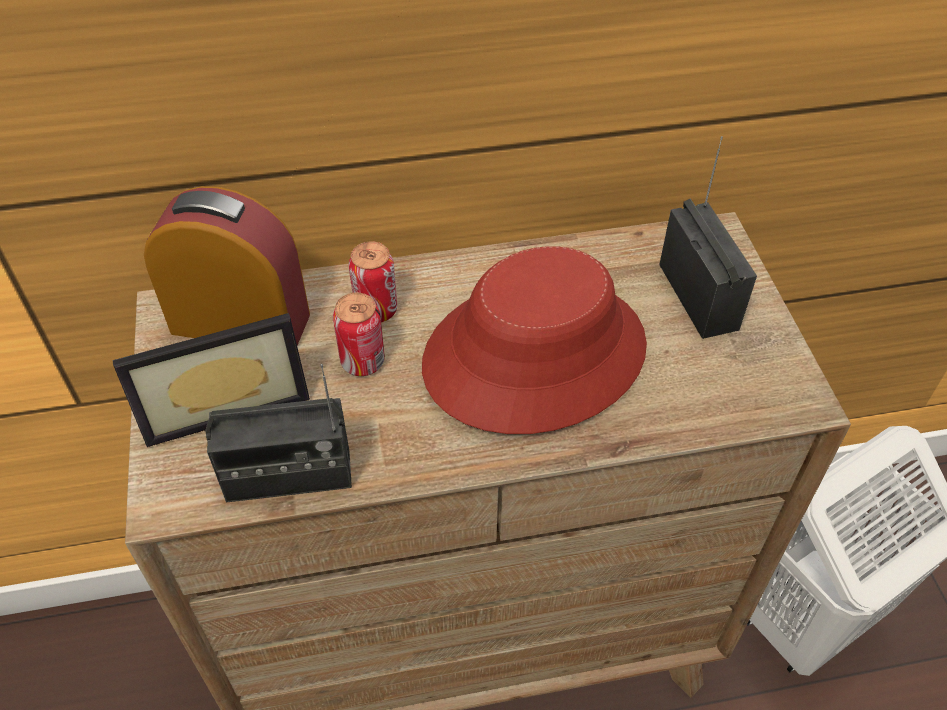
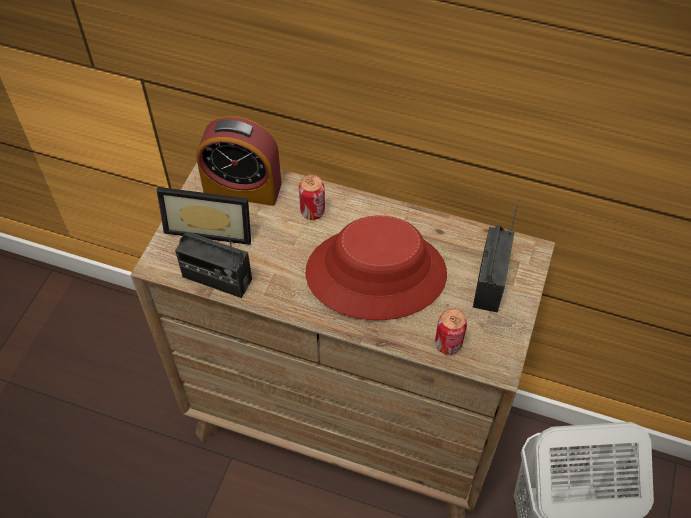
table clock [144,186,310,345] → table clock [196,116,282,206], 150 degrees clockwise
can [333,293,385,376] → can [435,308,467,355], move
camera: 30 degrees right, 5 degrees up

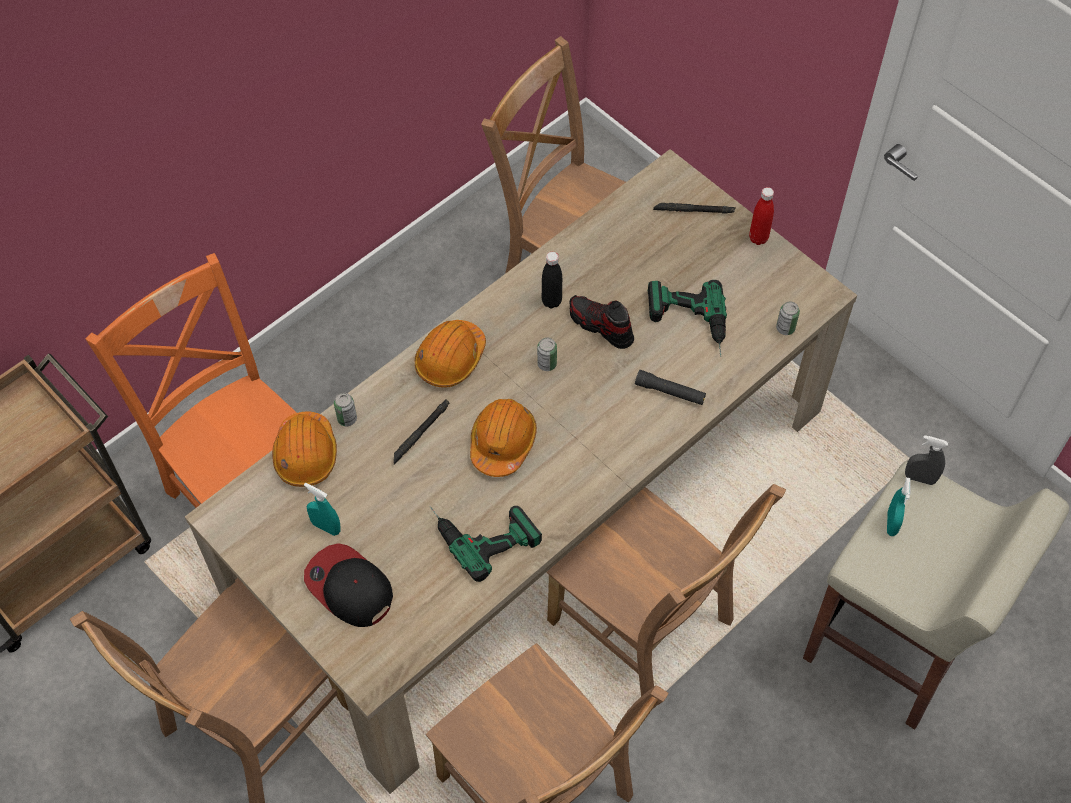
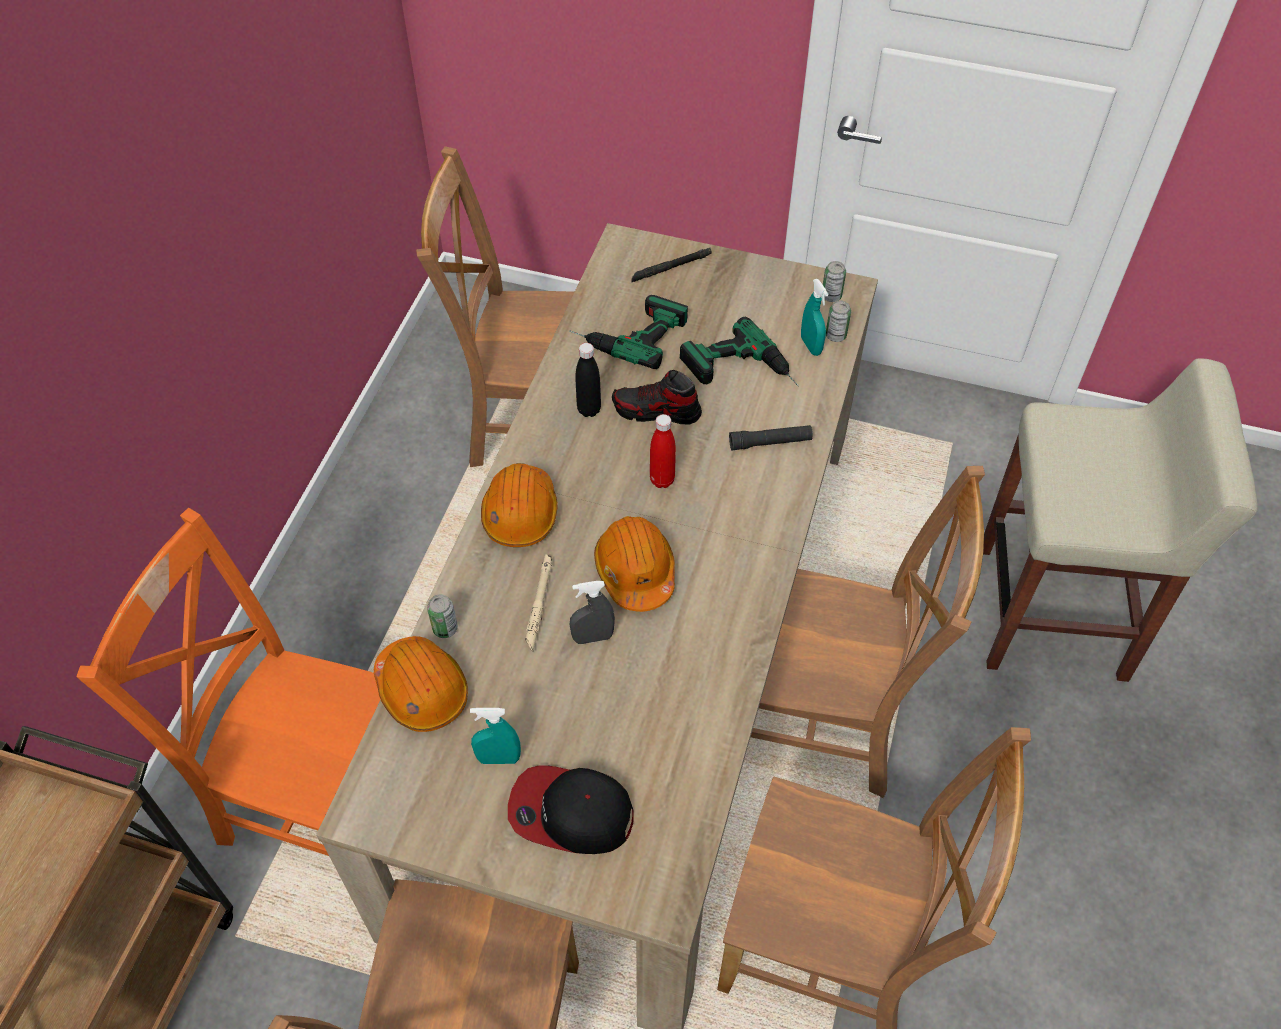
hand torch in black [394,399,450,465] → hand torch in beige-coloured [525,554,552,652]
drill [429,506,542,582] → drill [569,295,688,369], move
sprayer in greyish [905,435,948,485] → sprayer in greyish [570,581,615,644], move
beverage bottle in red-coloured [749,187,774,245] → beverage bottle in red-coloured [650,414,676,488], move
sprayer in turquoise-coloured [887,478,911,536] → sprayer in turquoise-coloured [801,279,828,356], move
can [537,337,557,371] → can [823,261,846,302], move
camera: 30 degrees left, 5 degrees down

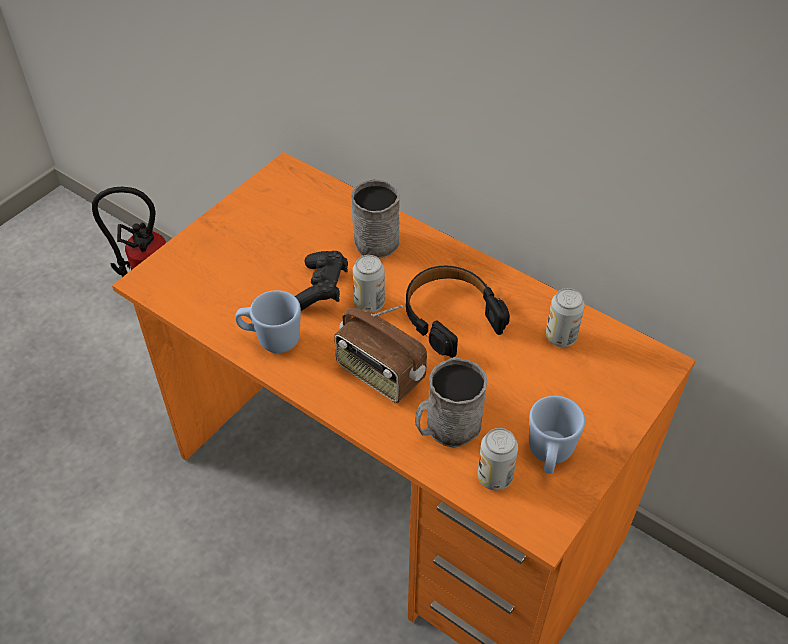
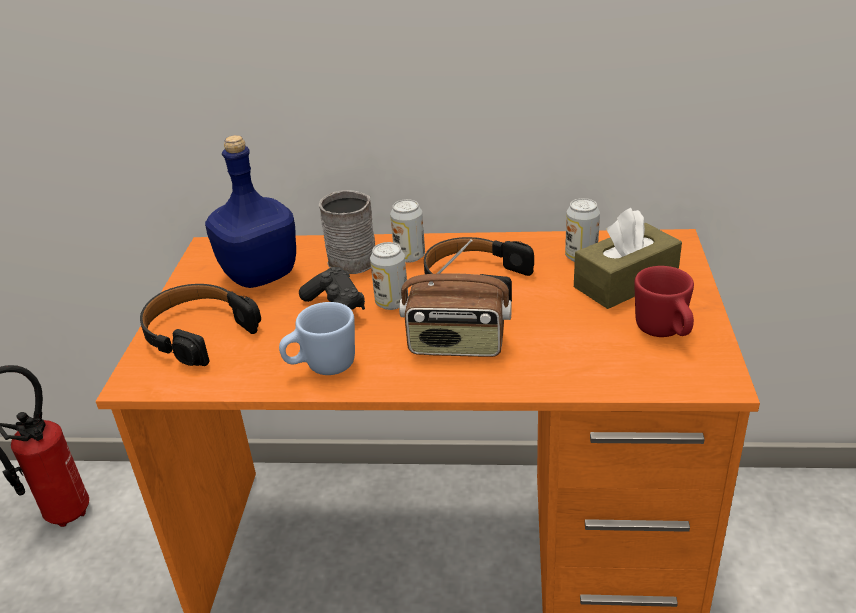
- → headphones in black [140,284,261,366]
- → beverage bottle in blue [205,135,296,288]
can [477,428,518,491] → can [390,199,425,263], move
- → box of tissues in brownish [574,208,682,309]
mug in blue [529,396,585,474] → mug in red-coloured [634,266,694,337]
mug in greyish [415,357,487,448] → -
camera: 30 degrees left, 15 degrees down

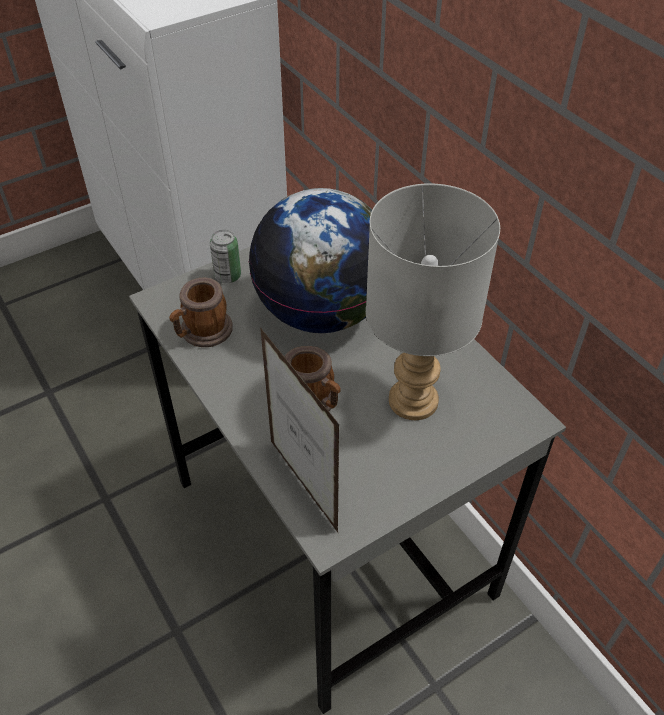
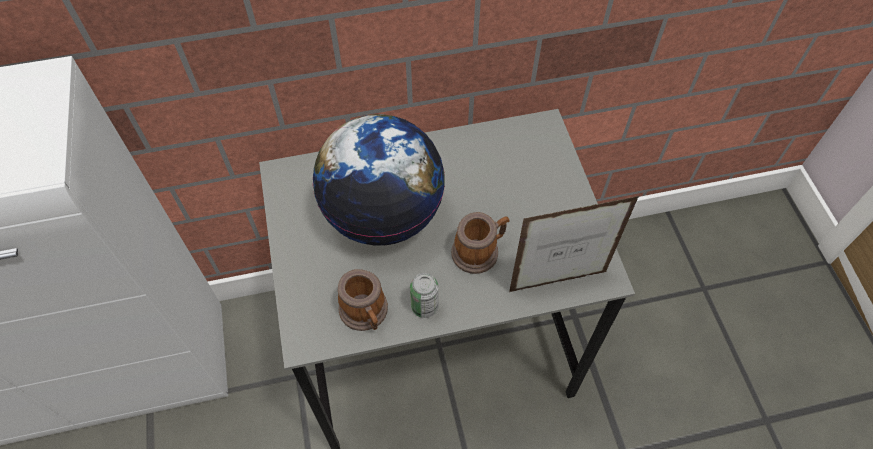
can [210,230,241,283] → can [410,273,439,318], move
table lamp in greyish [366,183,500,420] → -
camera: 70 degrees left, 10 degrees up

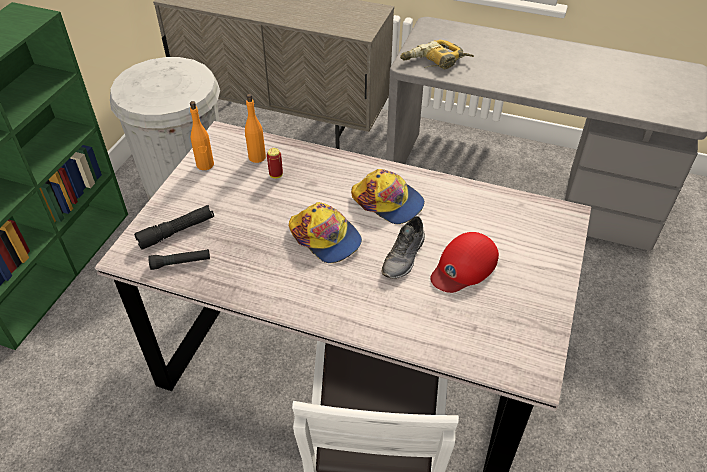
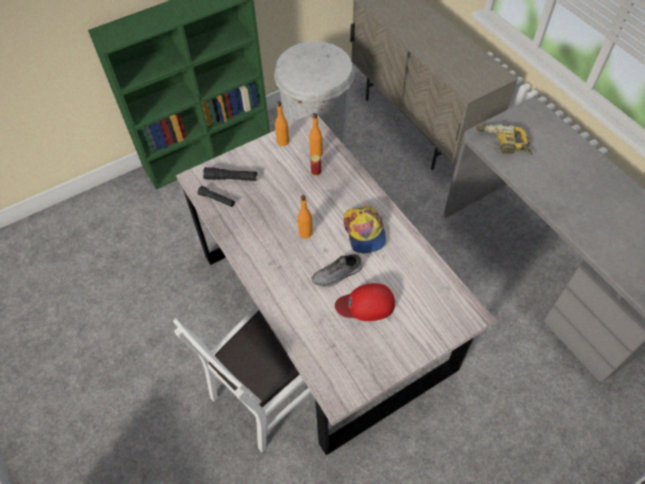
peaked cap [289,202,362,263] → beverage bottle in orange-coloured [297,195,313,239]
camera: 40 degrees right, 10 degrees up

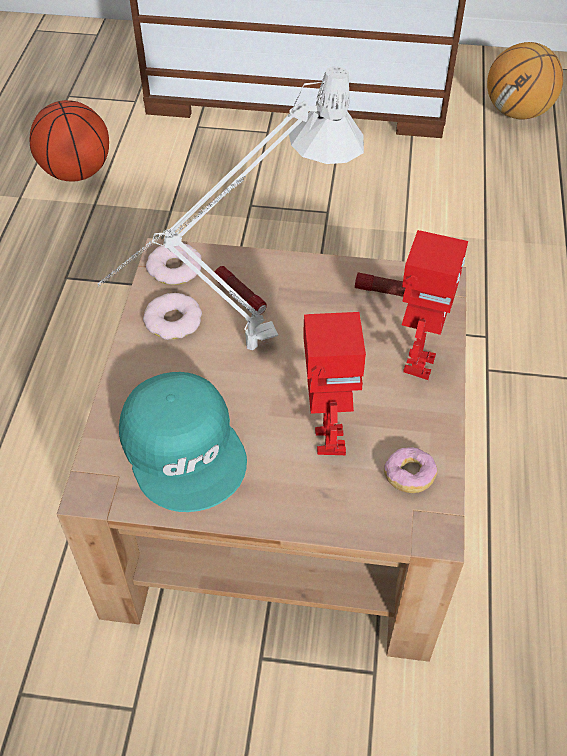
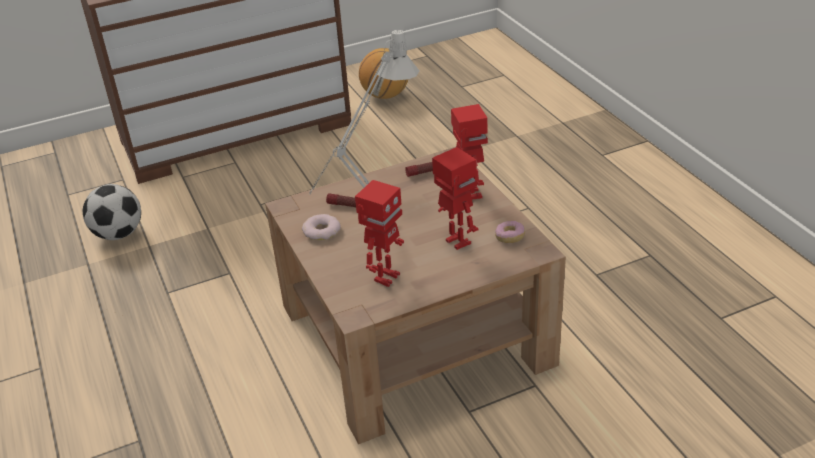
ball for basketball [30,100,109,182] → football ball [83,184,141,240]
peaked cap in turquoise-coloured [119,372,247,512] → robot figure [355,180,404,287]
doughnut [146,244,202,285] → -
camera: 30 degrees left, 15 degrees down

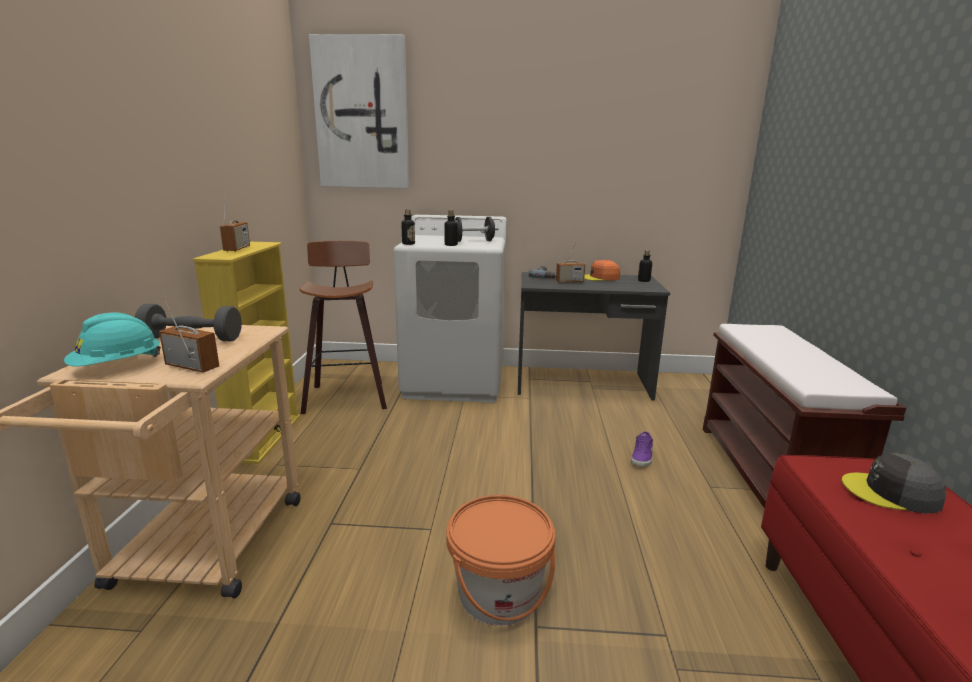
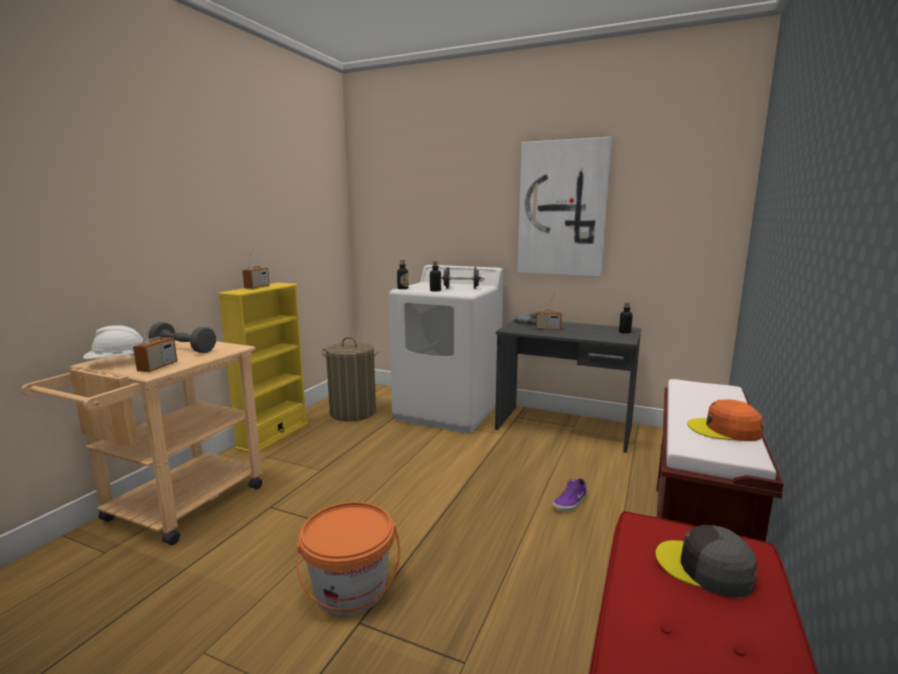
hard hat in turquoise-coloured [64,312,161,366] → hard hat in white-coloured [83,325,145,359]
radio set [159,293,219,373] → radio set [133,311,177,372], 60 degrees clockwise
stool [299,241,387,414] → washing basket [322,337,379,421]
wall art [309,34,409,188] → wall art [517,137,612,276], move
peaked cap in orange-coloured [584,260,620,281] → peaked cap in orange-coloured [687,399,764,441], move
camera: 20 degrees right, 5 degrees down

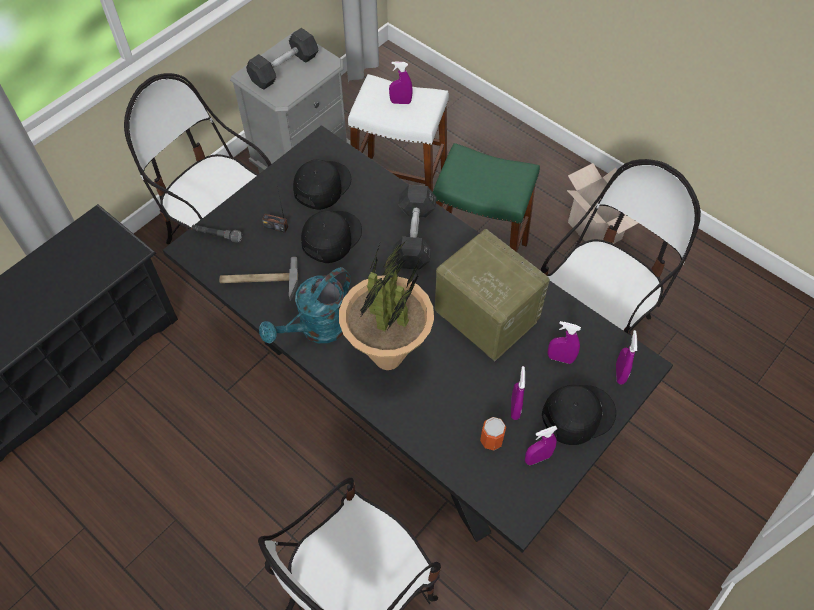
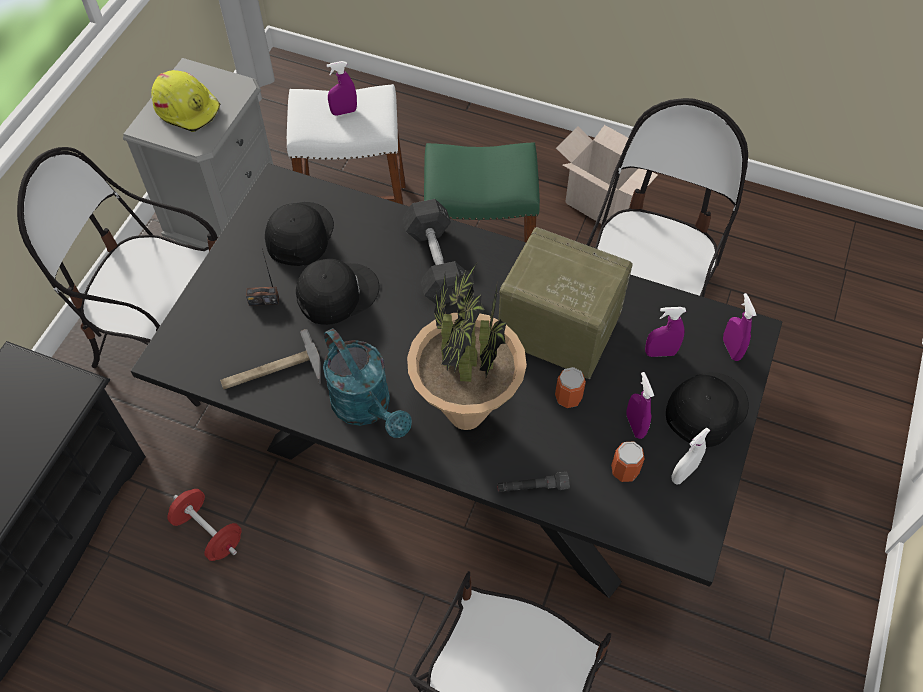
hand weight in greyish [246,28,318,90] → hard hat in yellowish [151,70,220,132]
- → hand weight in red-coloured [167,489,242,561]
peaked cap in black [301,211,362,263] → peaked cap in black [296,259,379,325], 45 degrees clockwise
sprinkling can in turquoise-coloured [259,267,351,343] → sprinkling can in turquoise-coloured [323,328,412,438], 60 degrees counterclockwise
hand torch in greyish [191,225,242,243] → hand torch in greyish [497,472,570,492], move
- → can [555,367,586,408]
sprayer in purple-coloured [525,426,557,465] → sprayer in white-coloured [671,428,710,484]
camera: 20 degrees left, 0 degrees up

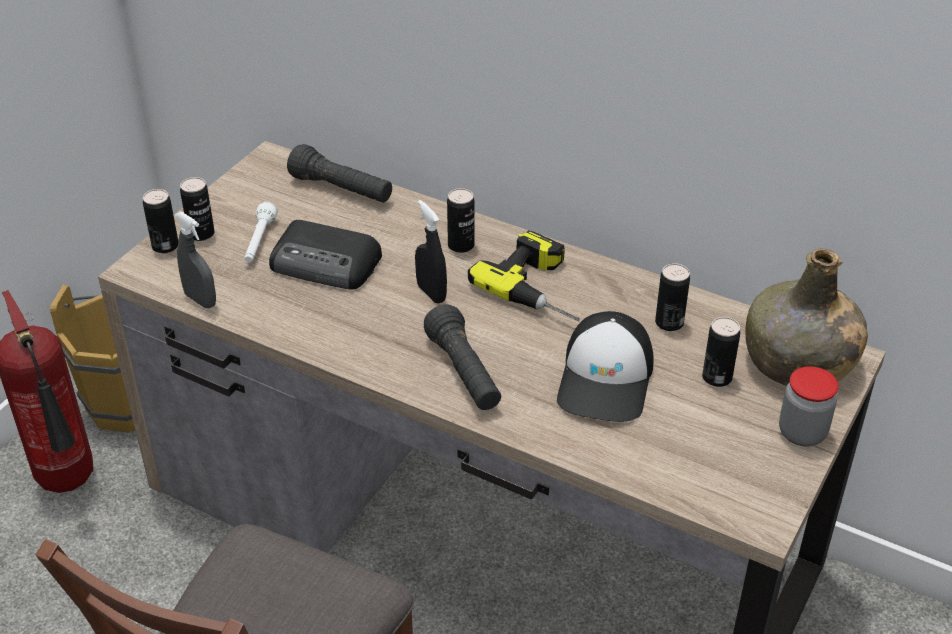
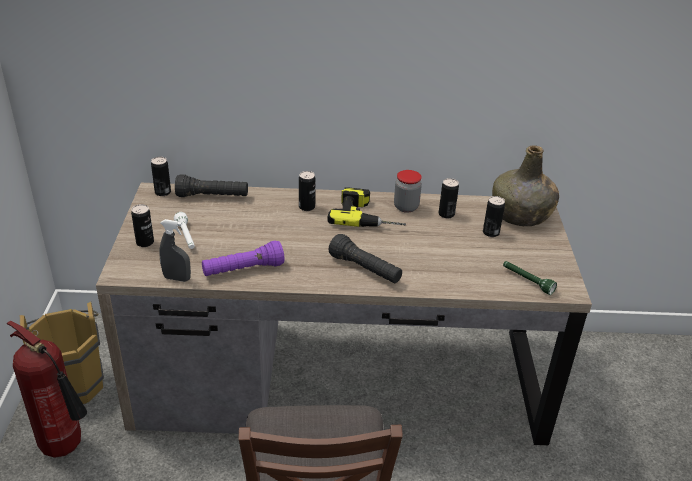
can [143,189,178,253] → can [151,157,171,196], move
- → hand torch in purple-coloured [202,240,284,276]
preserve jar [779,366,839,447] → preserve jar [394,170,422,213], move
- → hand torch in green [503,261,557,295]
radio set [269,220,382,290] → -
sprayer in black [415,200,447,303] → -
peaked cap [557,311,654,422] → -
camera: 30 degrees left, 5 degrees down

